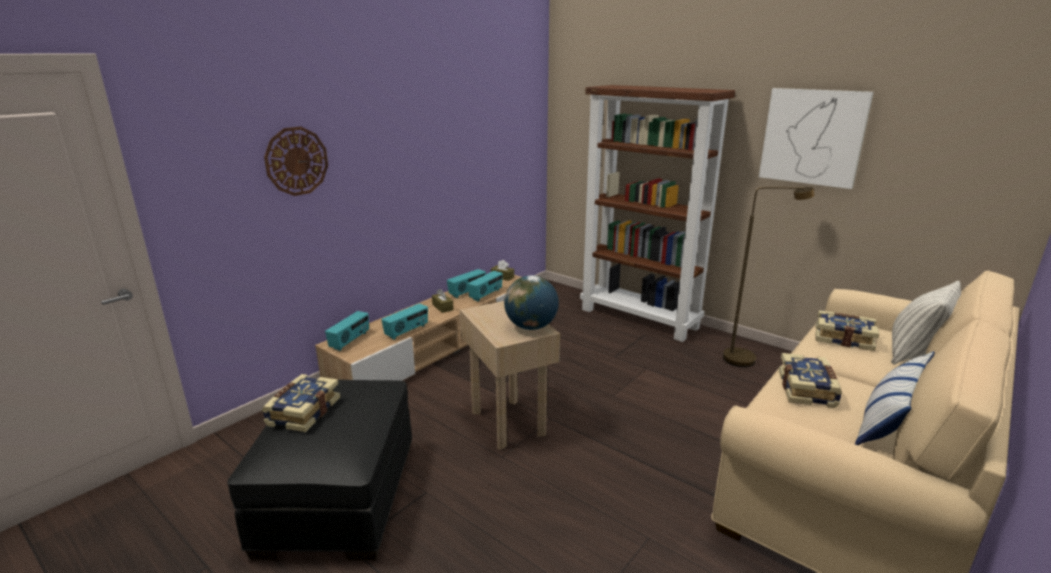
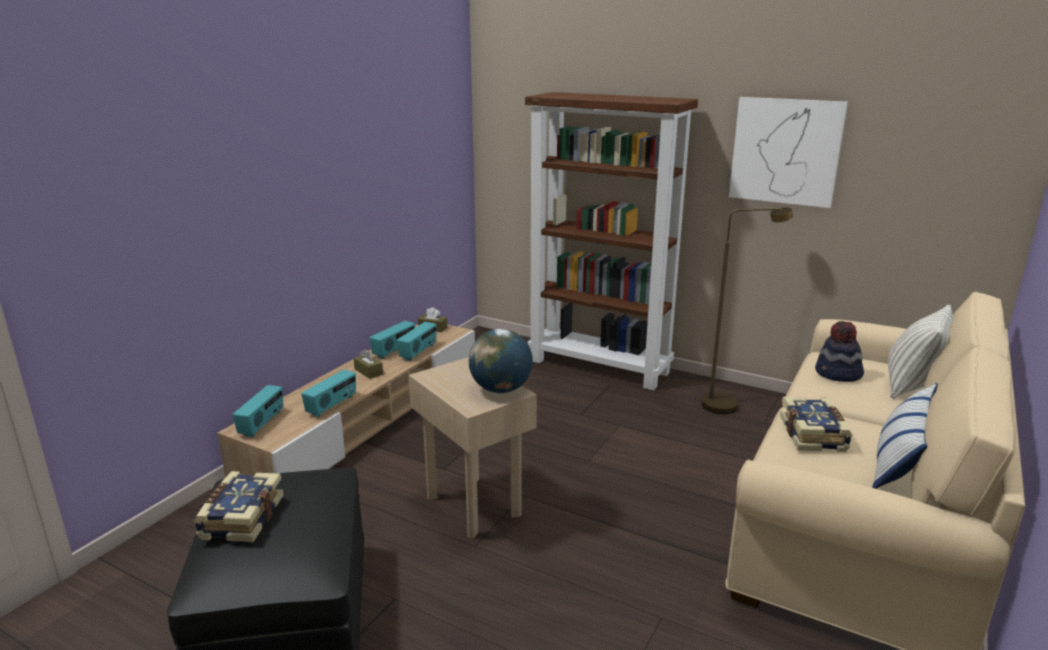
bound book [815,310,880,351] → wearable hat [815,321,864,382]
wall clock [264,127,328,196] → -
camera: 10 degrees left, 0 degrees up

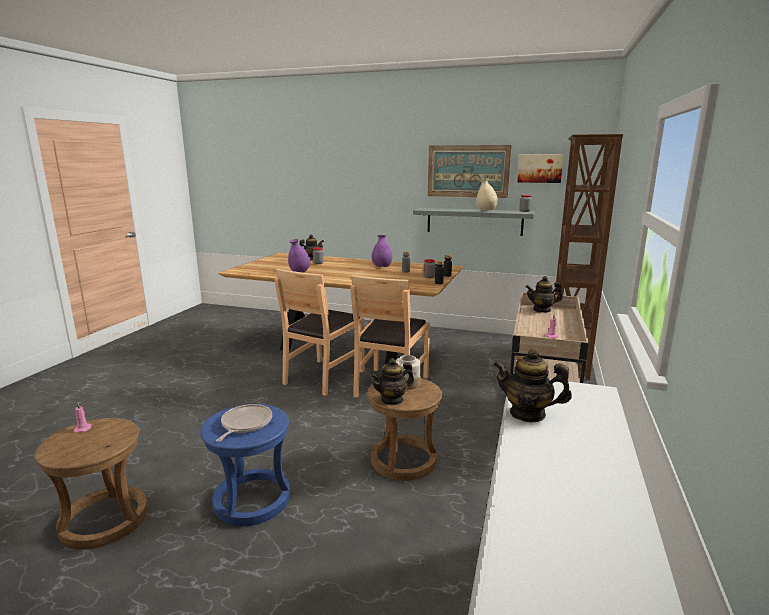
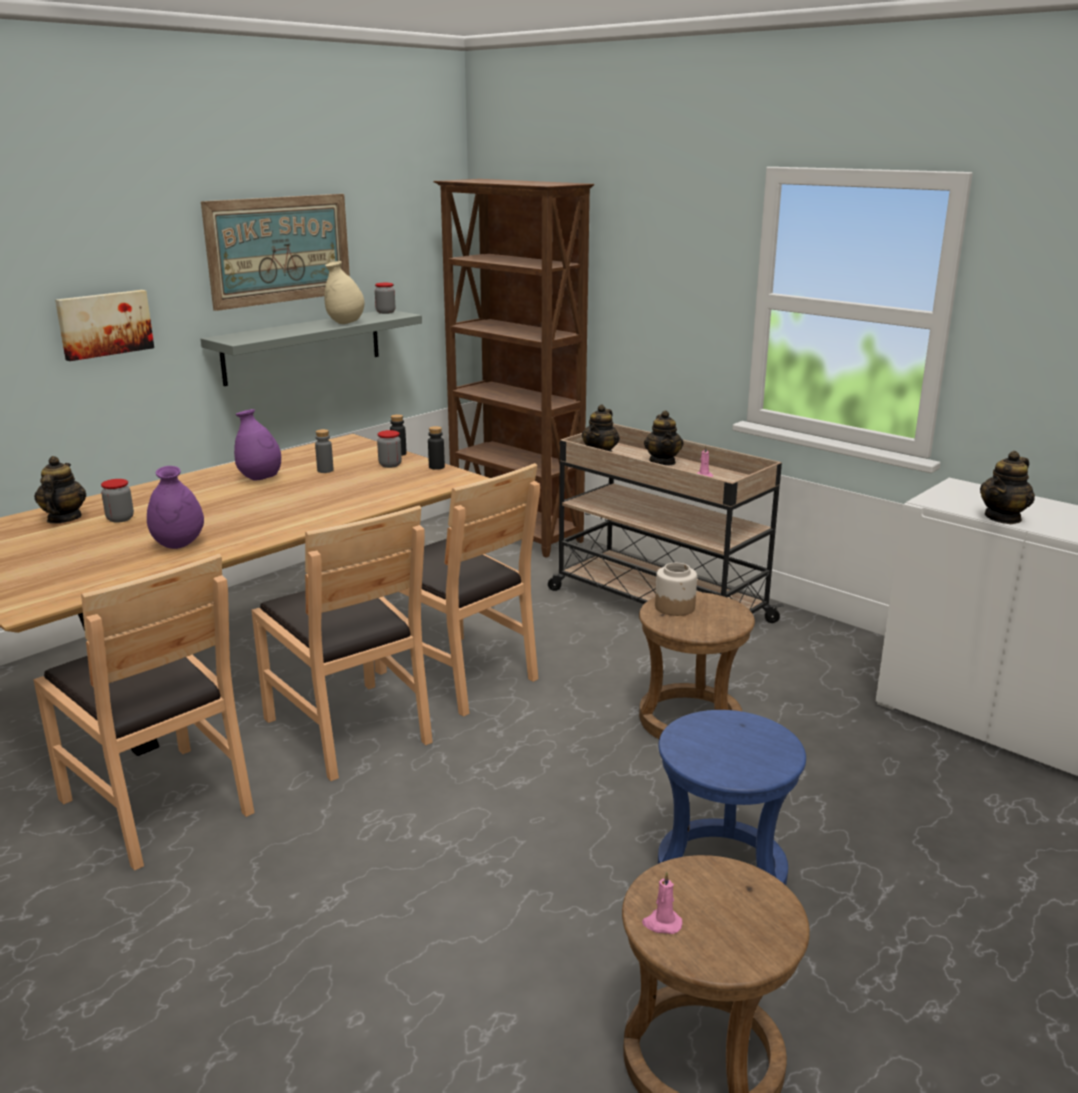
- → chair in brownish [33,554,255,871]
wall art [518,154,564,183] → wall art [55,290,154,361], move
tea pot [370,358,414,405] → tea pot [644,410,684,466], move
skillet [216,404,272,442] → -
camera: 65 degrees left, 5 degrees up

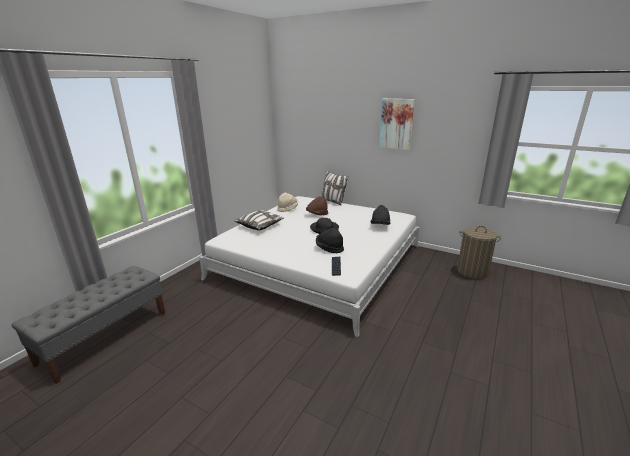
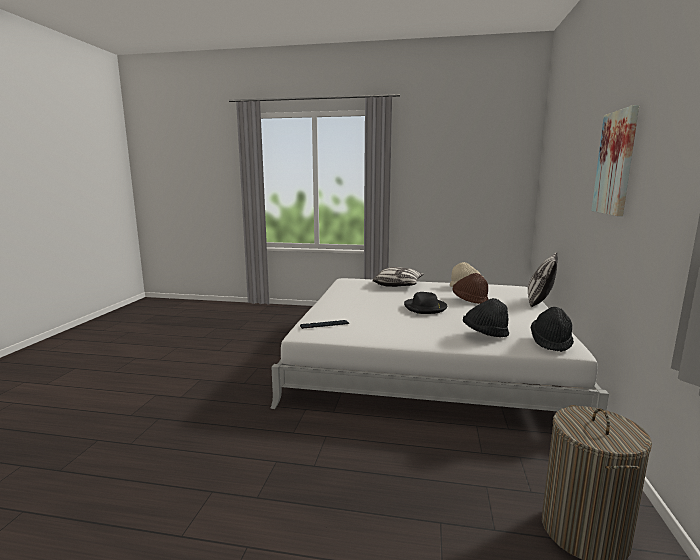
wearable hat in black [316,228,344,253] → wearable hat in black [531,307,574,352], move
bench in greyish [11,266,165,384] → -
camera: 70 degrees right, 10 degrees down

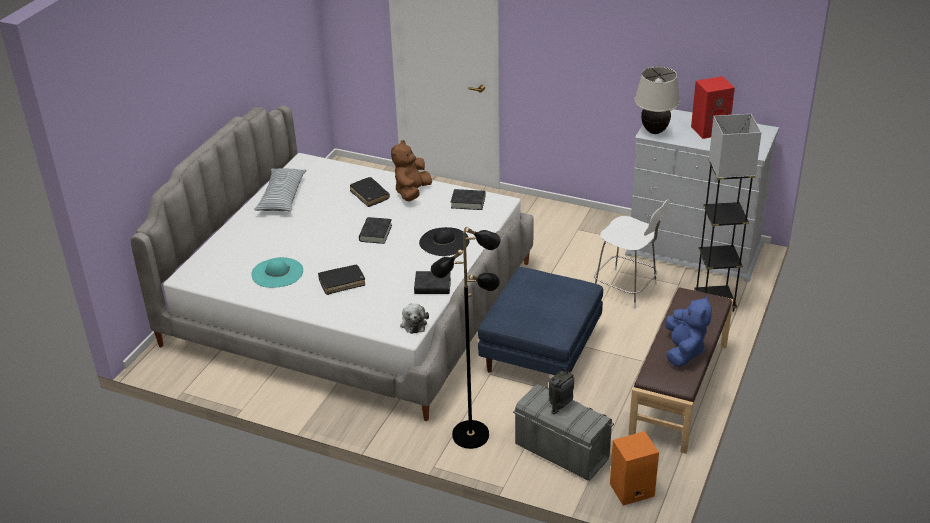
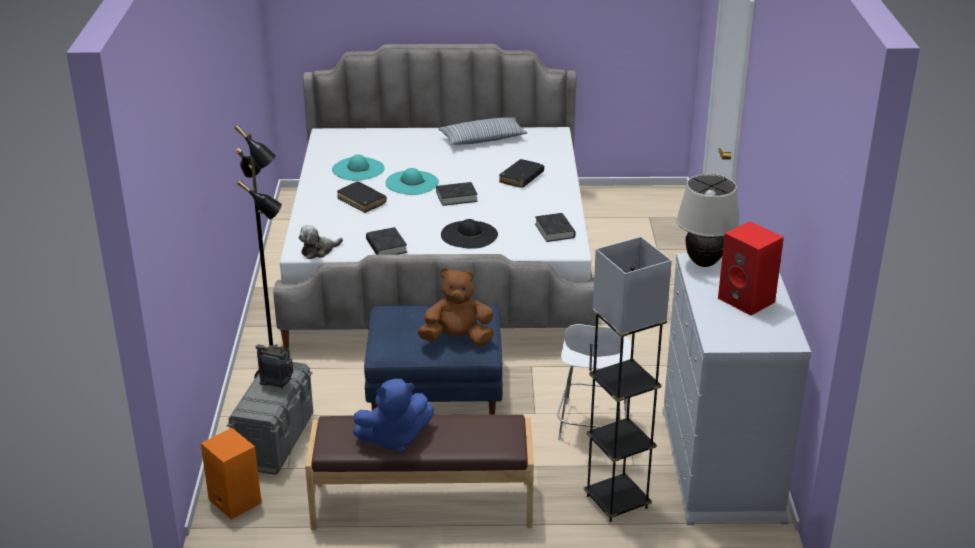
- → wearable hat in turquoise-coloured [385,168,439,195]
plush toy in brownish [391,140,432,201] → plush toy in brownish [418,268,494,346], move
camera: 65 degrees right, 5 degrees down

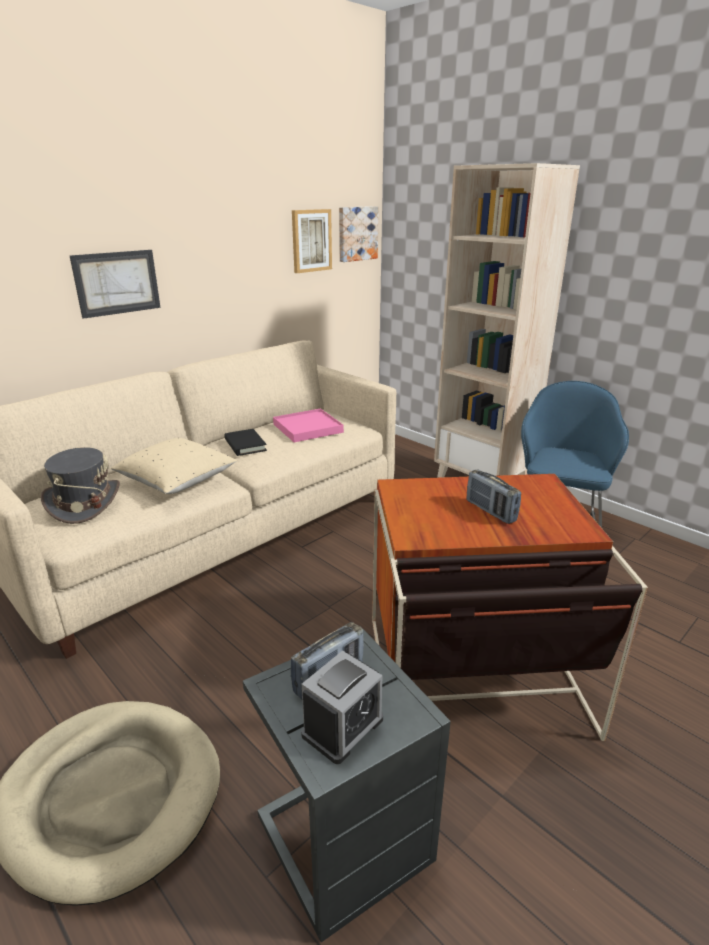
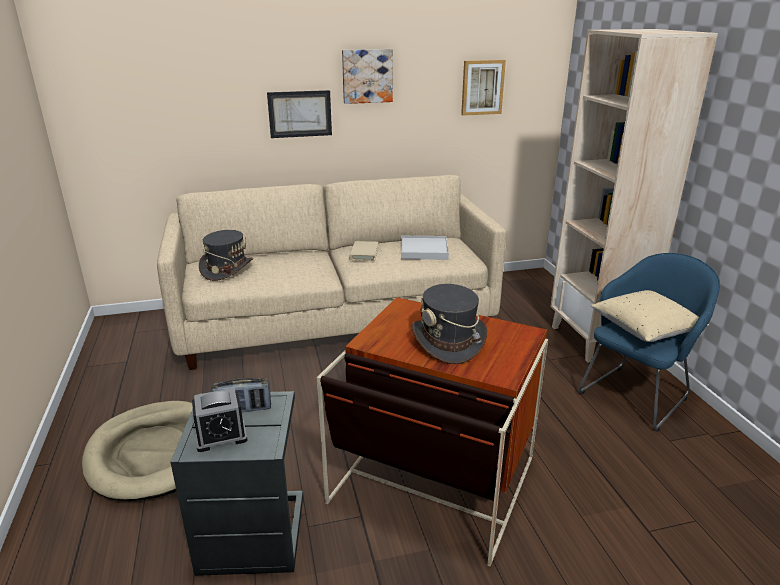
wall art [339,206,379,262] → wall art [342,49,393,104], move
bound book in black [224,429,267,456] → bound book in beige-coloured [349,241,379,261]
serving tray in pink-coloured [273,408,344,442] → serving tray in white-coloured [401,236,449,260]
radio set [467,470,521,524] → wearable hat in greyish [412,284,487,364]
pillow in beige-coloured [111,438,237,494] → pillow in beige-coloured [591,290,709,342], move
camera: 30 degrees right, 0 degrees up

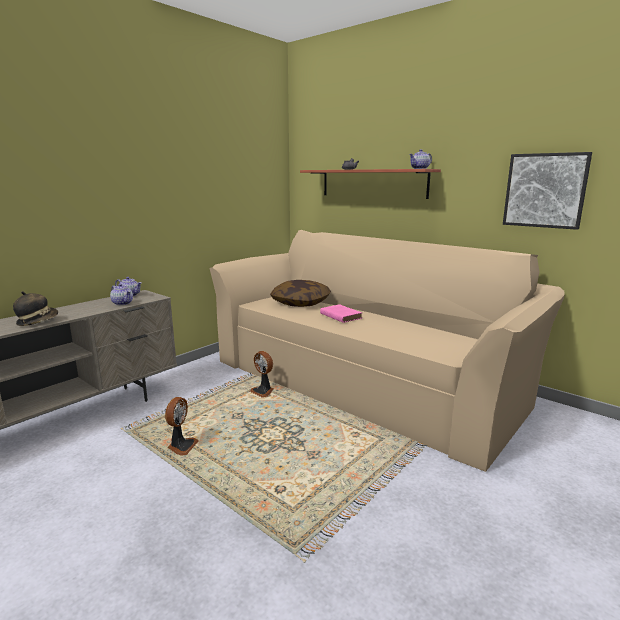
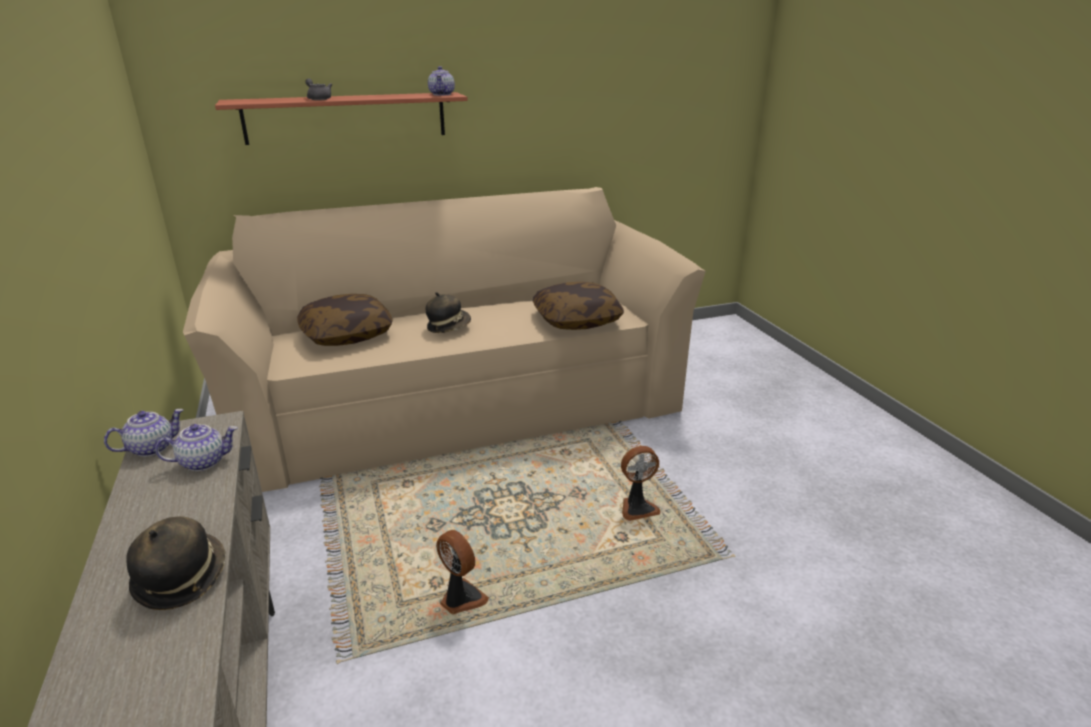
bound book in pink-coloured [320,304,362,323] → wearable hat [425,292,471,333]
- → pillow [533,282,624,330]
fan [250,351,274,398] → fan [621,446,660,521], move
wall art [503,152,592,230] → -
camera: 60 degrees left, 10 degrees up

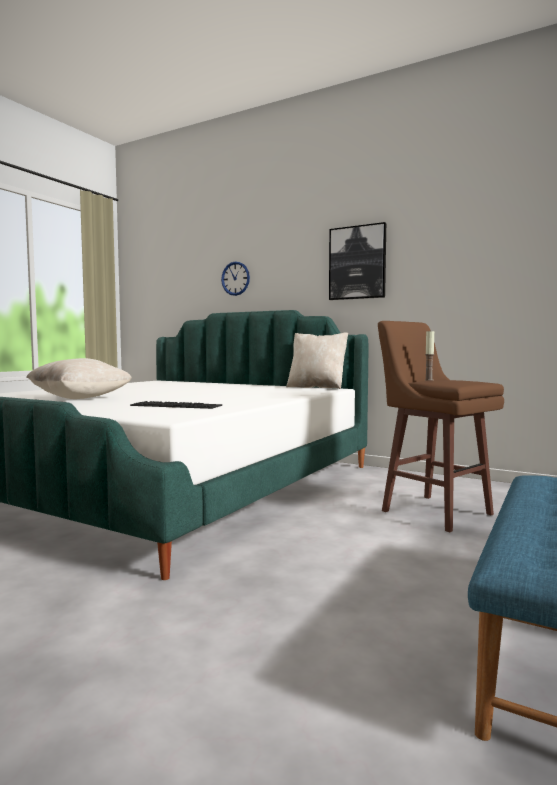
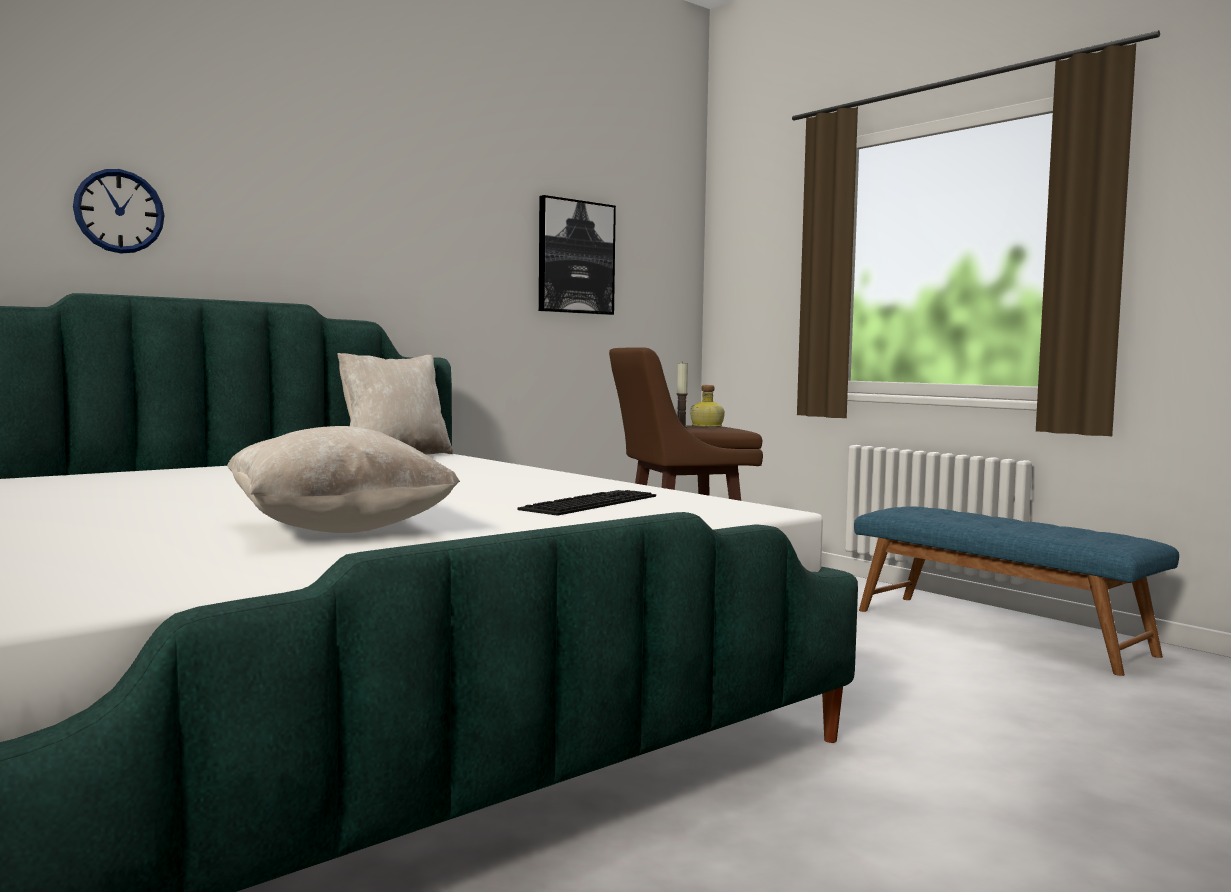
wall art [329,222,386,300] → wall art [539,195,616,315], move
- → beverage bottle [690,385,725,427]
camera: 70 degrees left, 0 degrees up

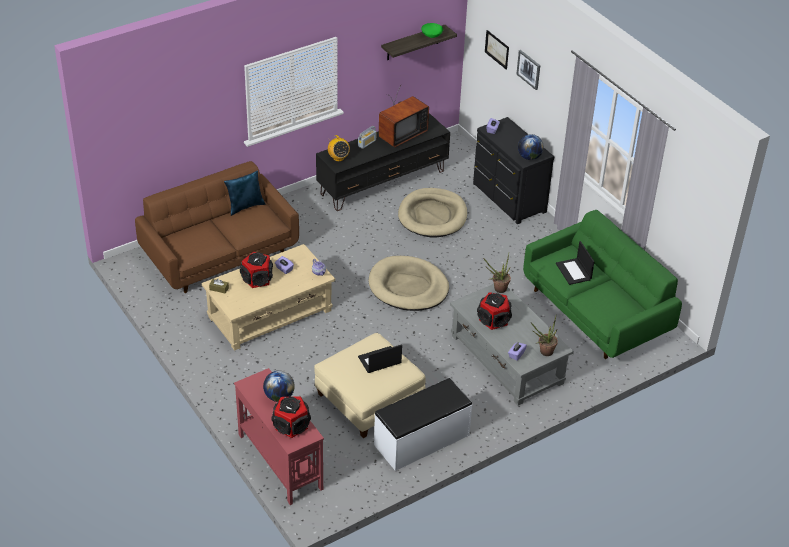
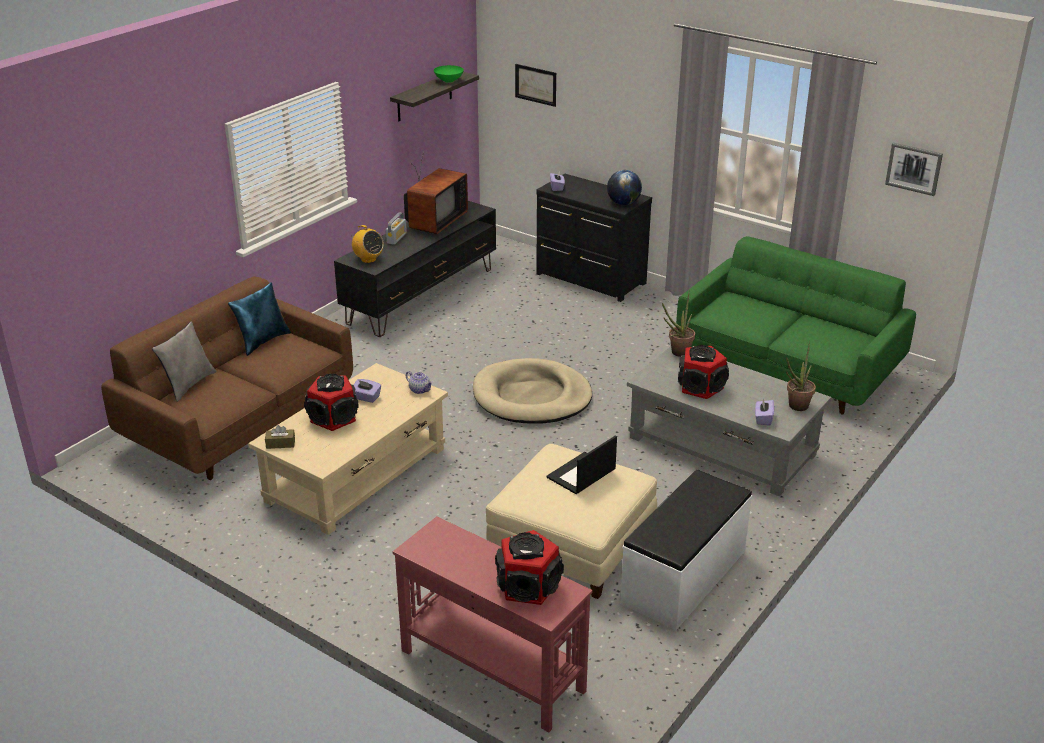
- → pillow in greyish [152,322,217,402]
wall art [517,50,540,90] → wall art [885,143,943,196], move
globe [263,371,295,402] → -
dog cushion in beige-coloured [398,188,467,238] → -
portable computer [556,241,594,285] → -
camera: 20 degrees left, 10 degrees down

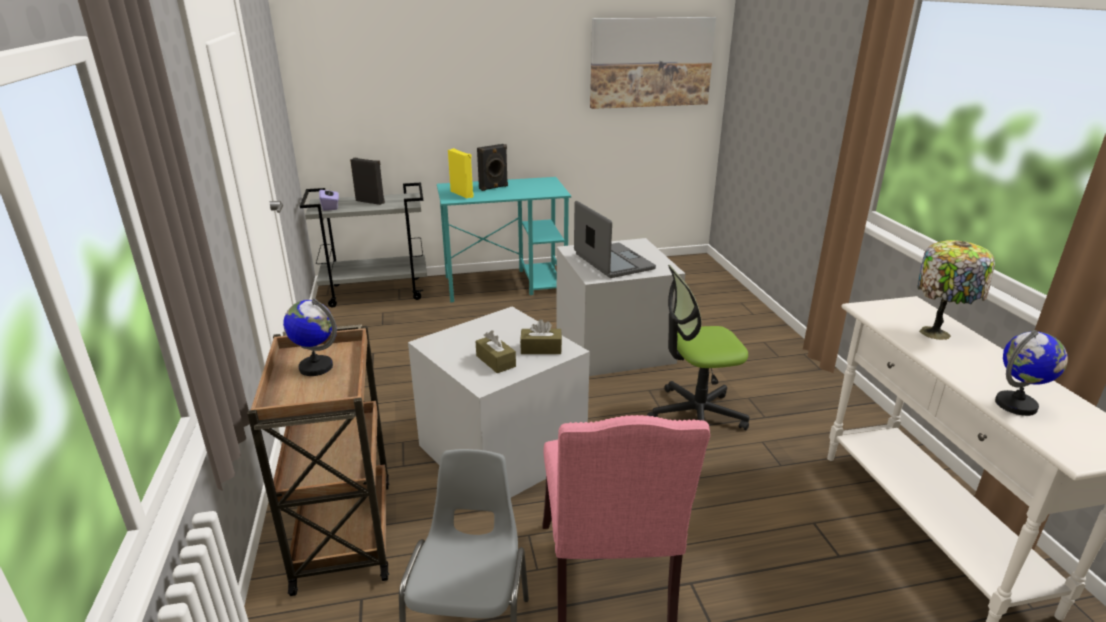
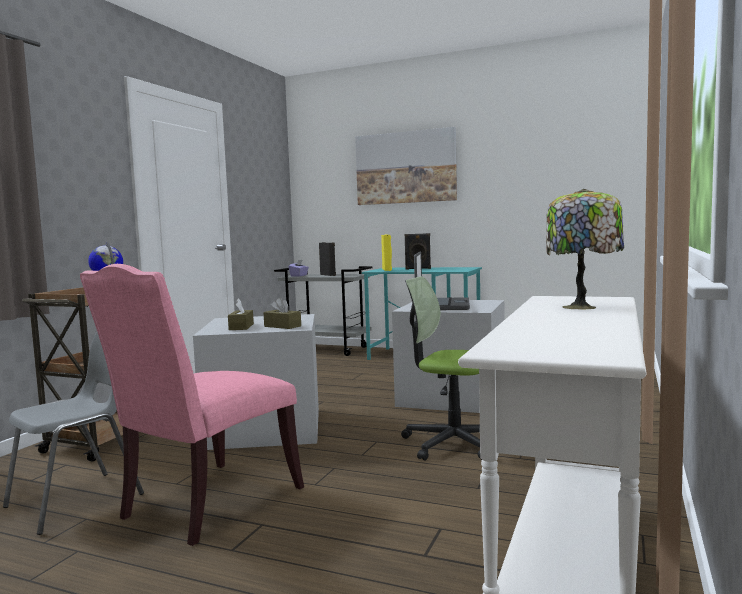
wall art [590,17,716,109] → wall art [355,127,457,205], move
globe [995,330,1068,416] → -
camera: 35 degrees right, 20 degrees down

